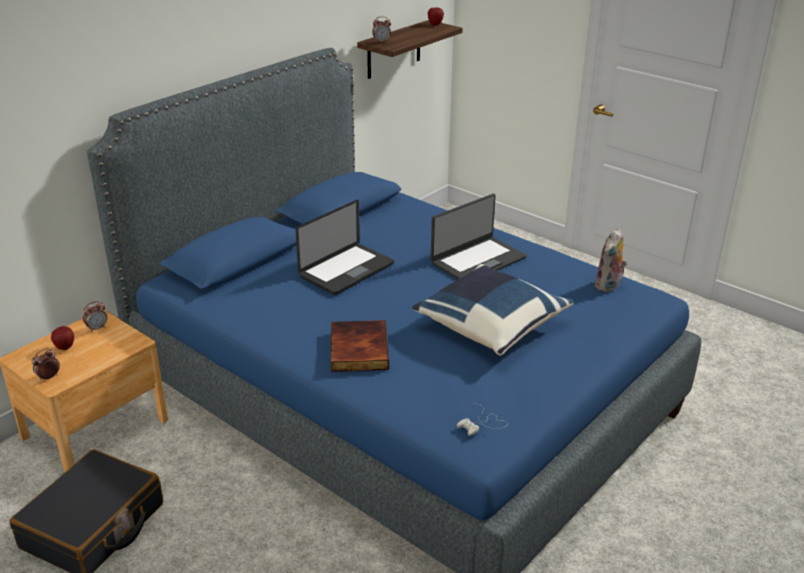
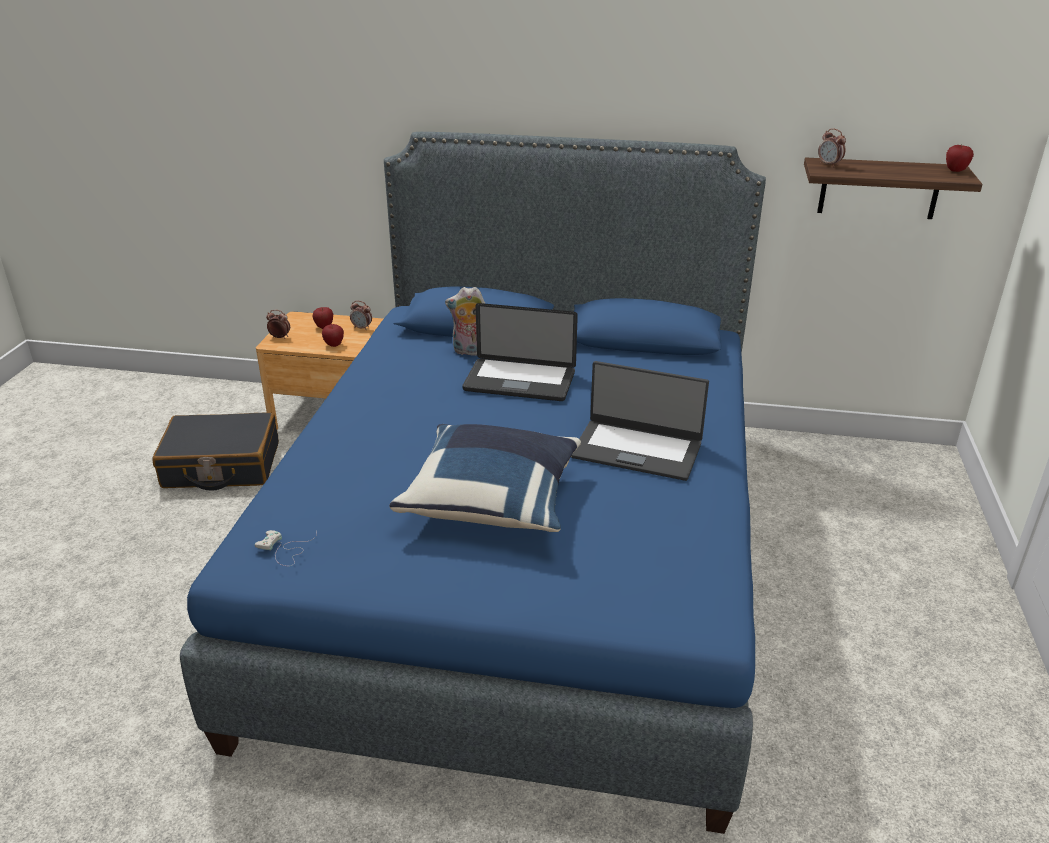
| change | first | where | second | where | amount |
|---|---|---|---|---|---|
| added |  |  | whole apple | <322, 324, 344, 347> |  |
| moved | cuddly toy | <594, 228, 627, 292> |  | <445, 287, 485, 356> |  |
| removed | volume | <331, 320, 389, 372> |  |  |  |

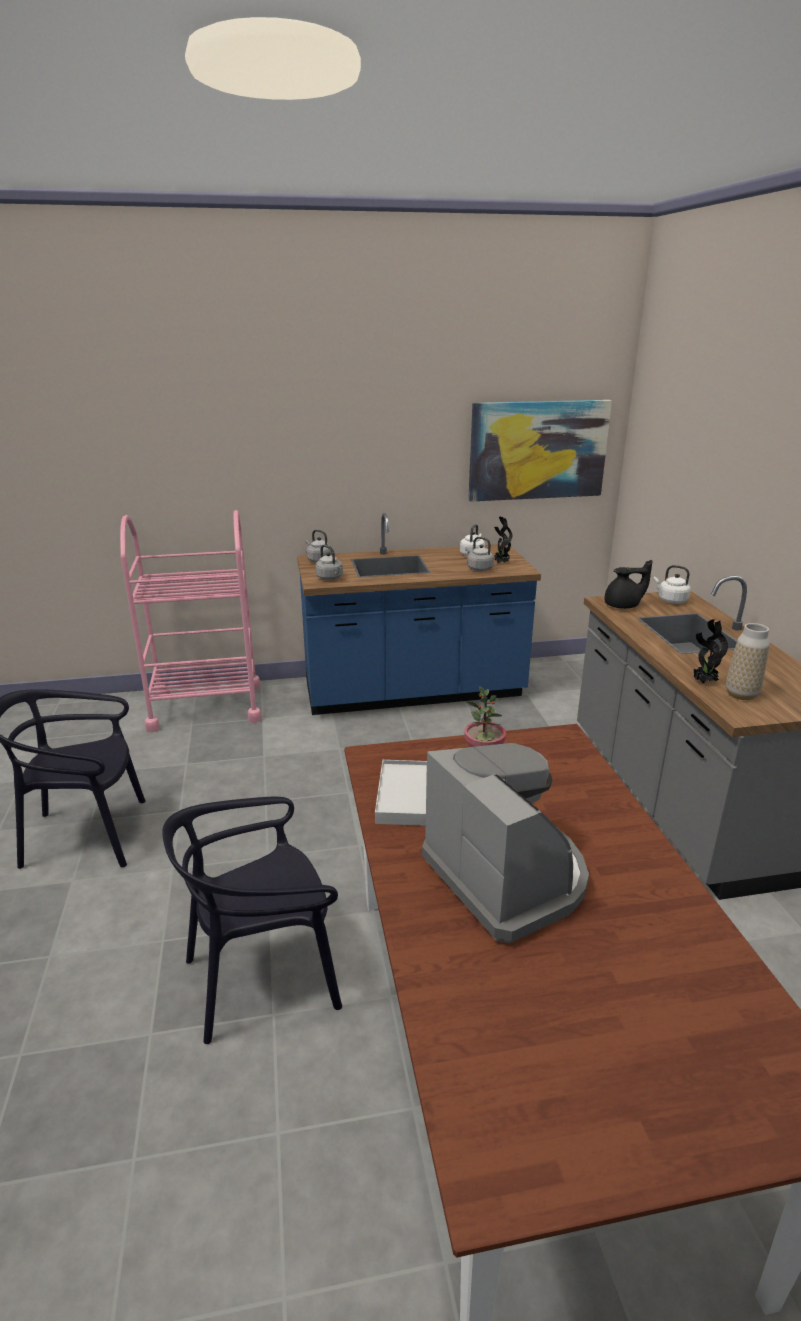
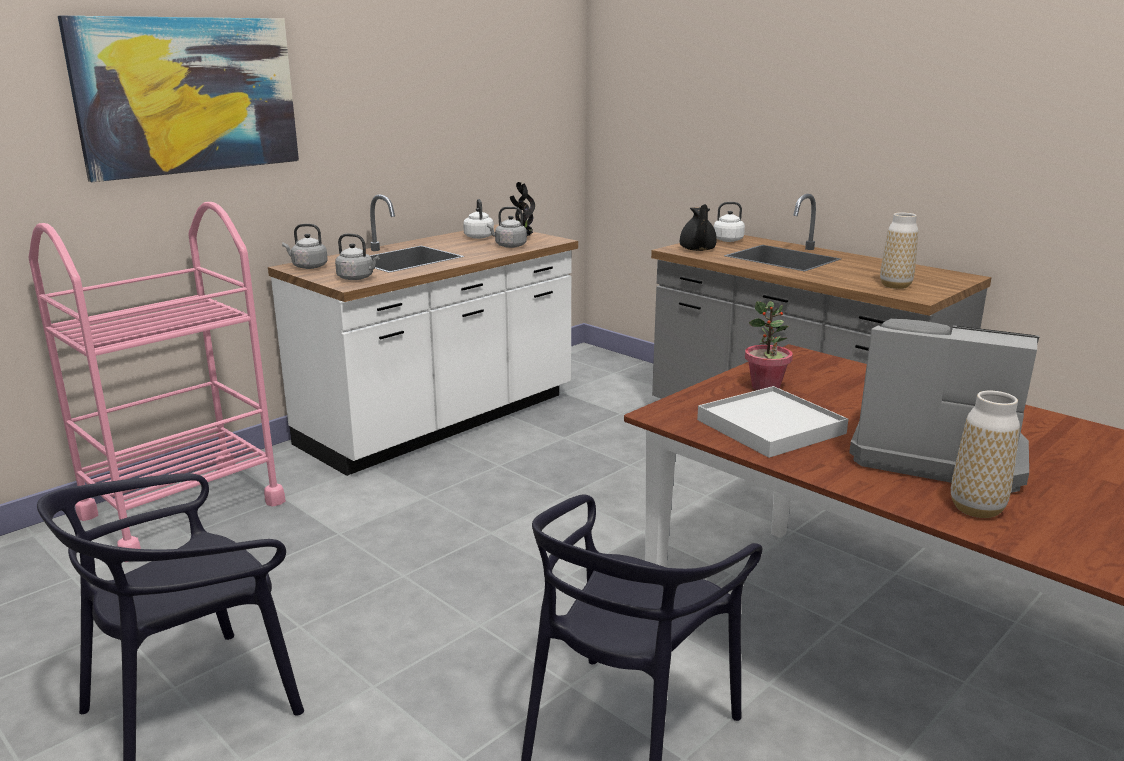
| change | first | where | second | where | amount |
|---|---|---|---|---|---|
| moved | wall picture | <468, 400, 612, 502> |  | <58, 16, 299, 182> |  |
| recoloured | blue counter | <297, 513, 541, 715> | white-coloured counter | <268, 194, 578, 476> |  |
| turned | blackish teapot | <605, 560, 652, 609> |  | <680, 204, 717, 251> | 135 degrees clockwise |
| added |  |  | decorative vase | <951, 391, 1020, 518> |  |
| removed | potted plant | <694, 619, 728, 683> |  |  |  |

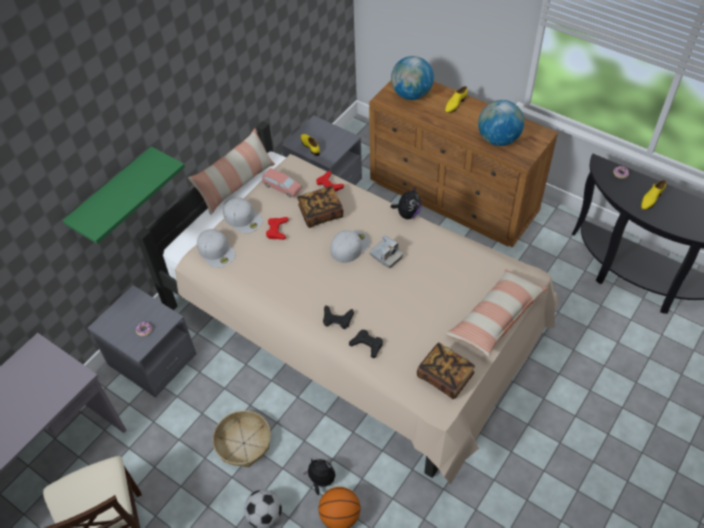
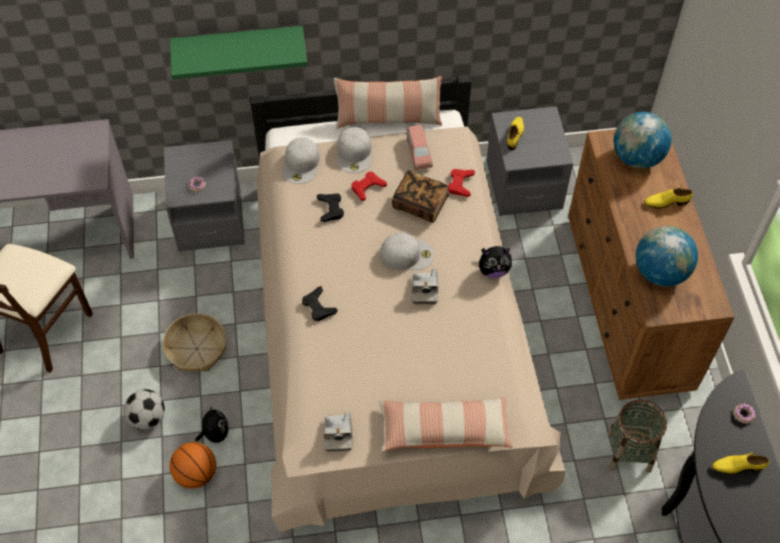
| change | first | where | second | where | amount |
|---|---|---|---|---|---|
| moved | blackish joypad | <349, 330, 383, 358> |  | <317, 194, 344, 222> |  |
| replaced | volume | <417, 342, 475, 399> | still camera | <324, 412, 353, 452> |  |
| added |  |  | storage basket | <607, 399, 667, 473> |  |

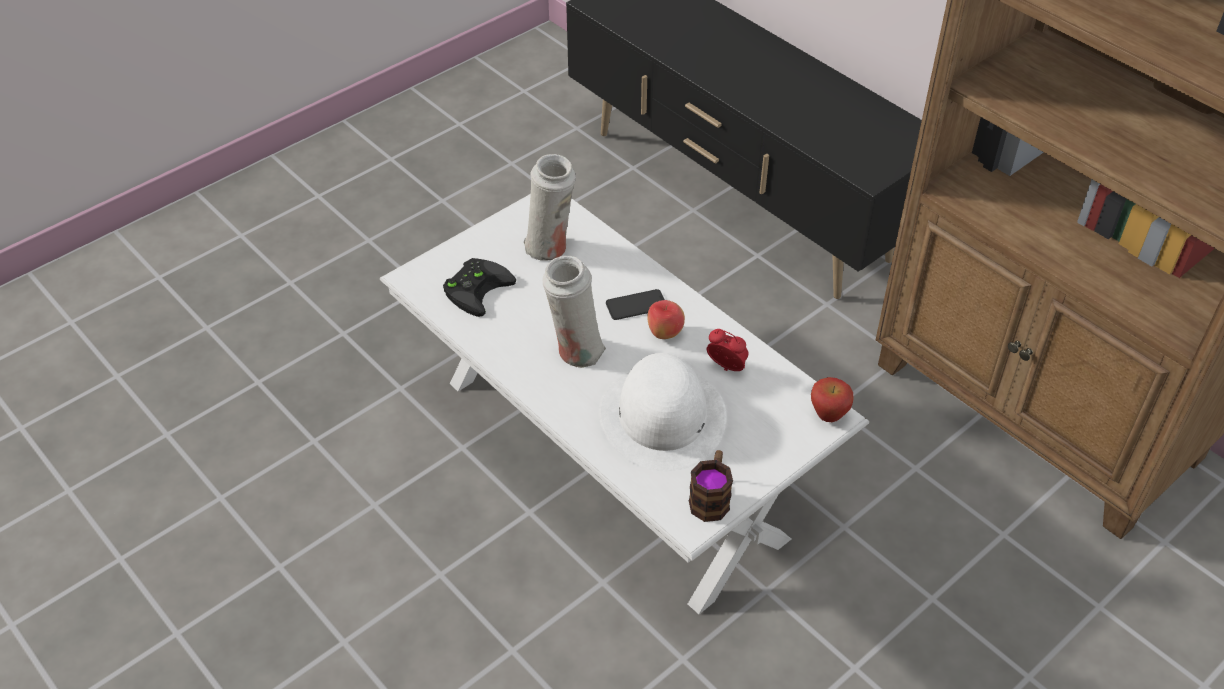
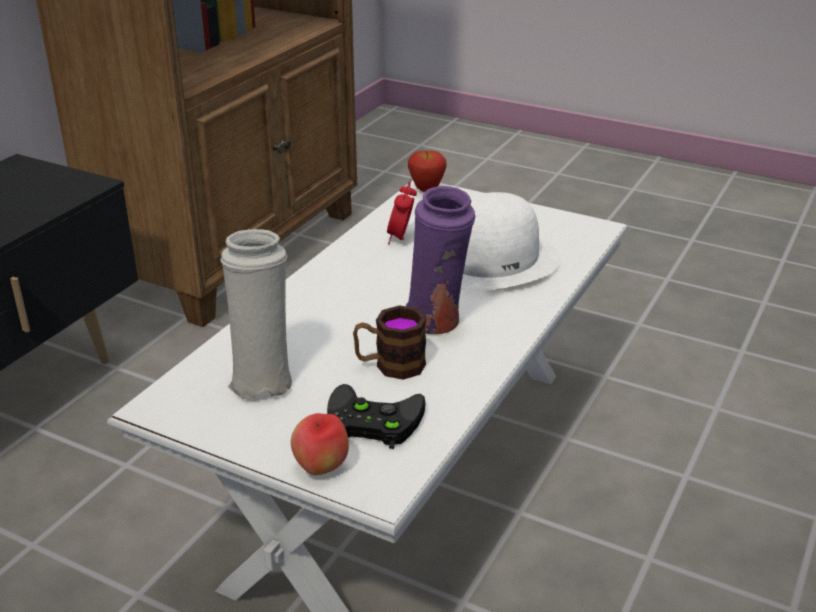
| change | first | where | second | where | amount |
|---|---|---|---|---|---|
| moved | whole apple | <647, 300, 685, 339> |  | <291, 413, 349, 475> |  |
| moved | mug | <689, 450, 733, 522> |  | <353, 305, 426, 380> |  |
| recoloured | white-coloured decorative vase | <543, 256, 606, 368> | purple-coloured decorative vase | <406, 186, 476, 334> |  |
| removed | handset | <606, 289, 665, 320> |  |  |  |

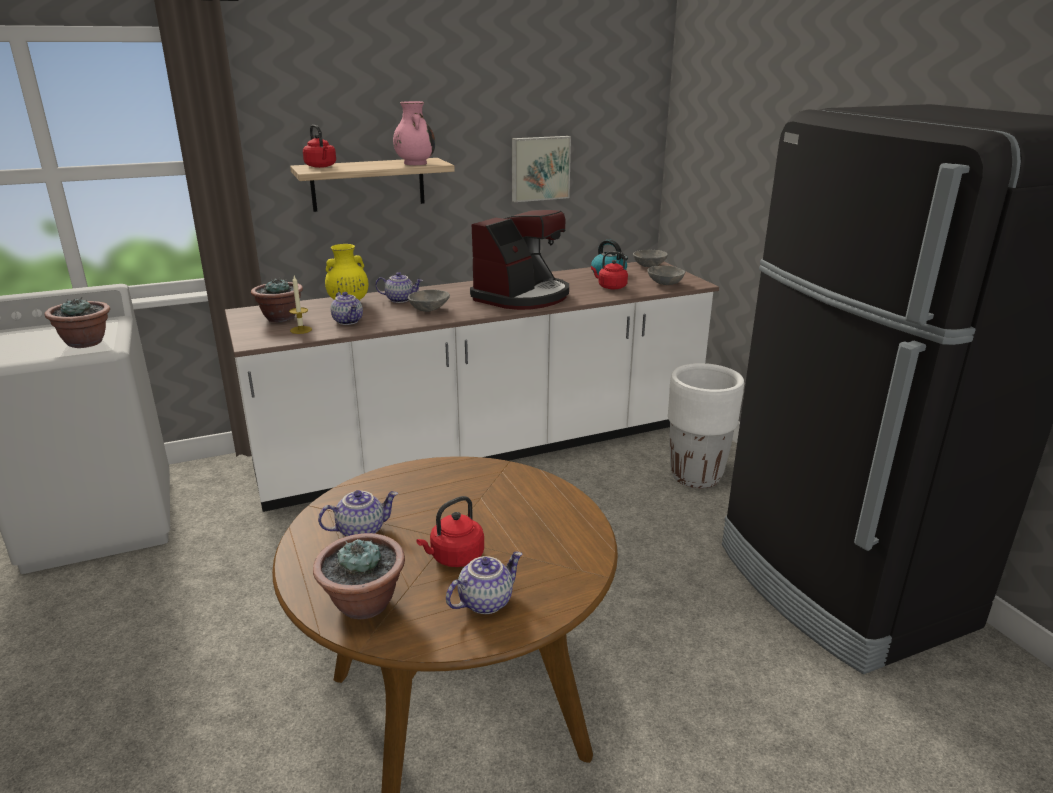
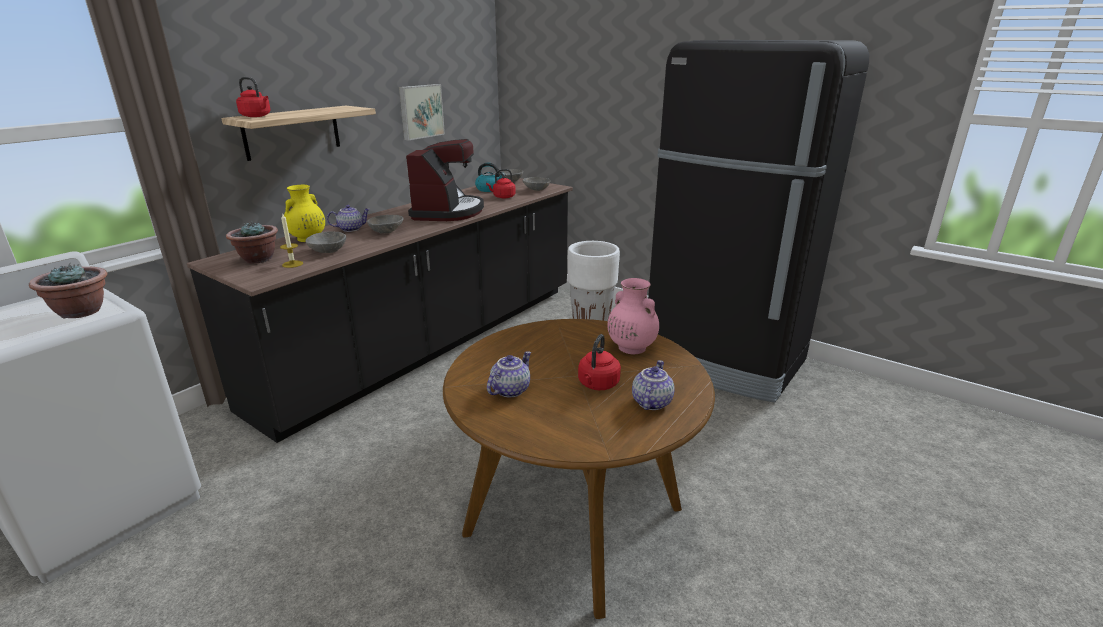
| change | first | where | second | where | amount |
|---|---|---|---|---|---|
| recoloured | white-coloured counter | <225, 261, 719, 512> | blackish counter | <187, 178, 573, 443> |  |
| replaced | teapot | <331, 292, 363, 325> | gray serving bowl | <306, 231, 346, 253> |  |
| moved | pinkish decorative vase | <393, 101, 435, 165> |  | <607, 278, 659, 354> |  |
| removed | potted plant | <313, 533, 405, 619> |  |  |  |

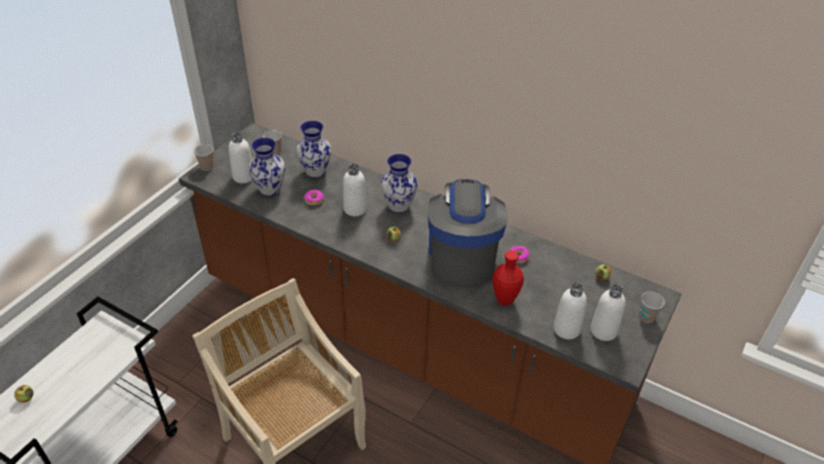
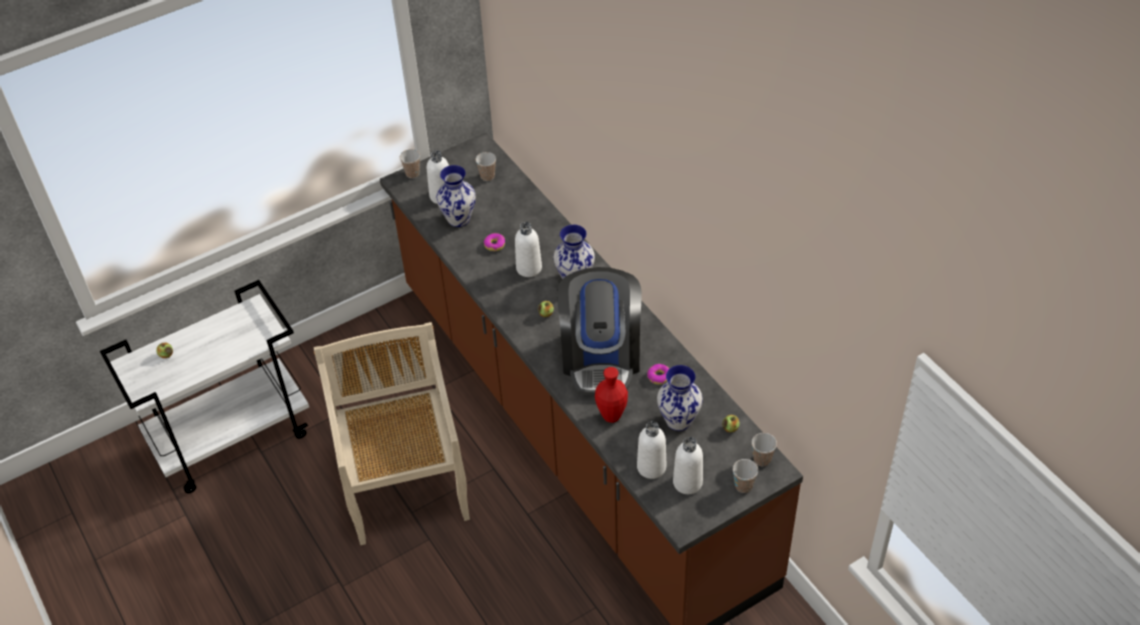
| change | first | where | second | where | amount |
|---|---|---|---|---|---|
| turned | coffee brewer | <428, 179, 508, 288> |  | <557, 267, 642, 395> | 150 degrees clockwise |
| moved | decorative vase | <296, 121, 331, 178> |  | <657, 365, 703, 431> |  |
| added |  |  | drinking cup | <752, 433, 777, 466> |  |

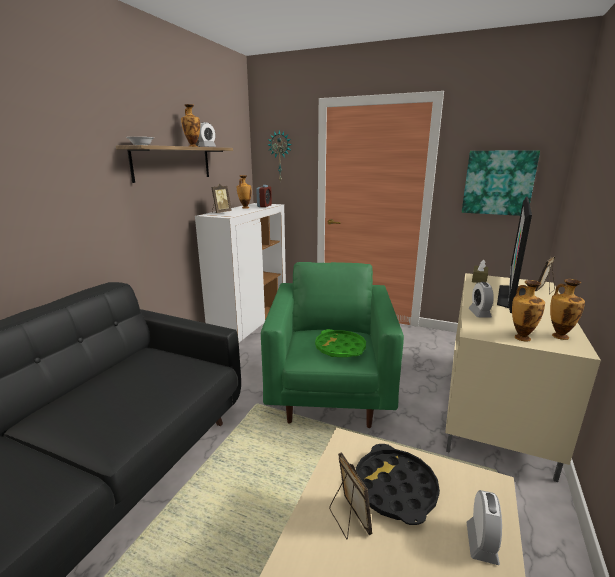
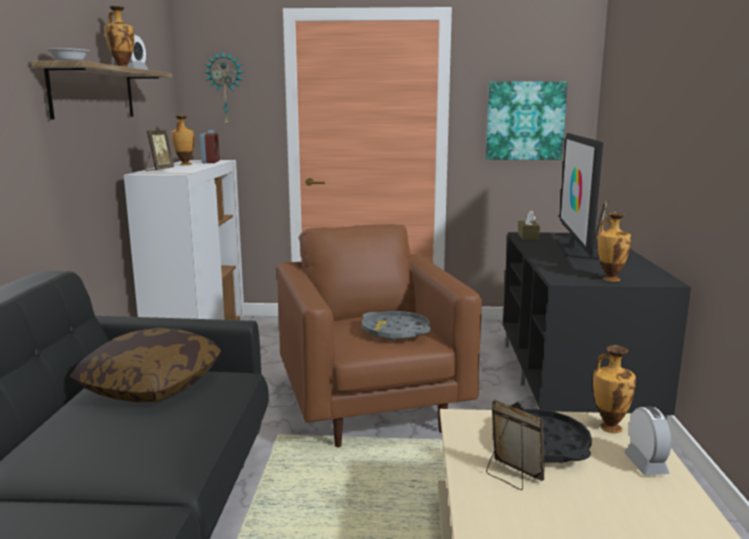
| change | first | where | second | where | amount |
|---|---|---|---|---|---|
| added |  |  | cushion | <70, 328, 221, 402> |  |
| recoloured | greenish lounge chair | <261, 262, 404, 428> | brown-coloured lounge chair | <277, 224, 482, 447> |  |
| recoloured | greenish tray | <315, 329, 366, 357> | gray tray | <362, 311, 431, 341> |  |
| recoloured | beige tv stand | <445, 273, 601, 482> | blackish tv stand | <503, 232, 691, 420> |  |
| moved | decorative vase | <550, 279, 585, 340> |  | <593, 345, 636, 433> |  |
| removed | alarm clock | <468, 282, 494, 318> |  |  |  |

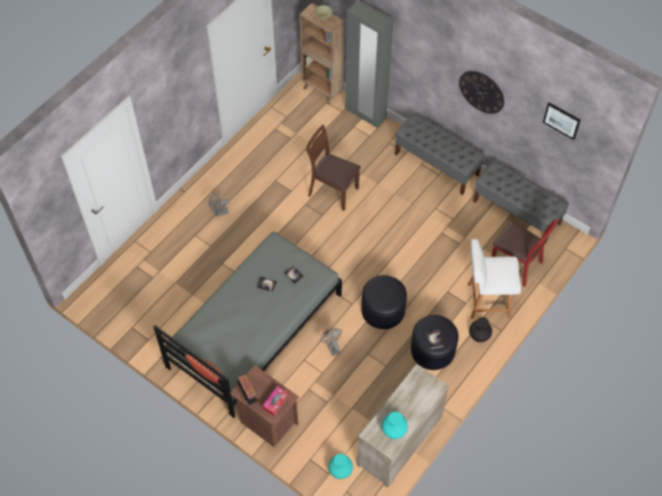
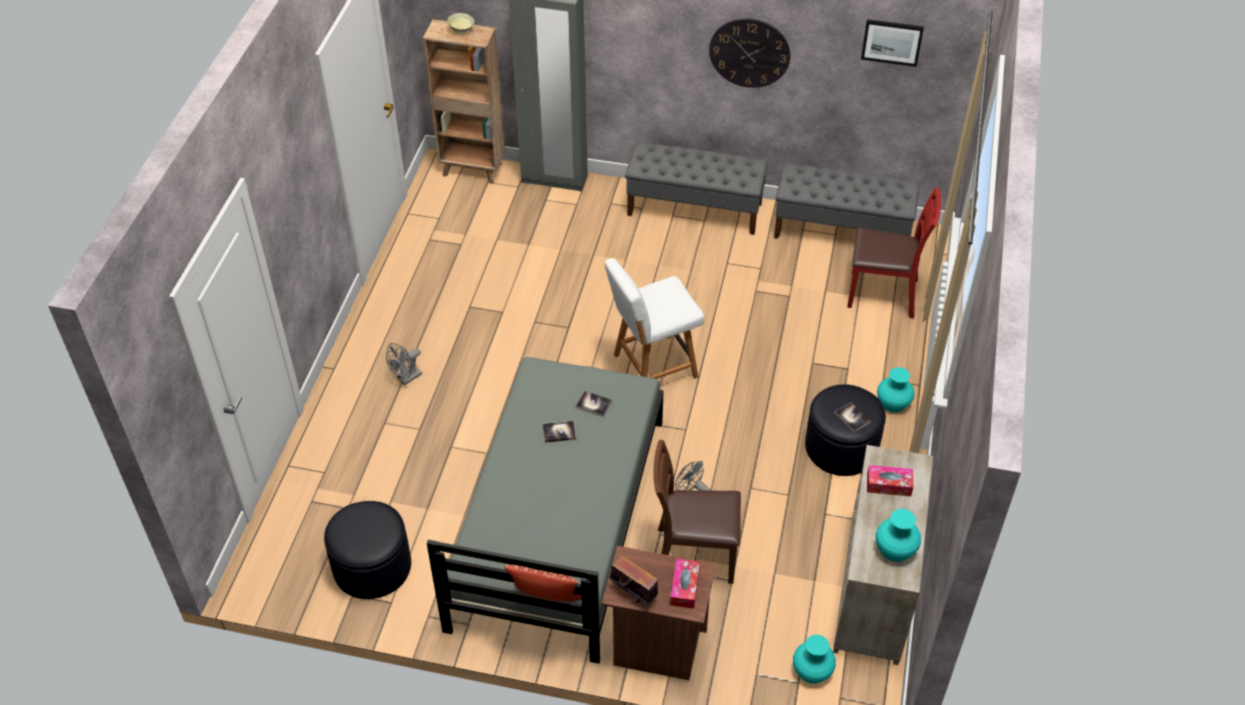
| change | first | where | second | where | amount |
|---|---|---|---|---|---|
| moved | blackish ottoman | <361, 275, 407, 329> |  | <324, 501, 411, 599> |  |
| moved | white-coloured upright chair | <468, 239, 521, 319> |  | <605, 258, 704, 379> |  |
| moved | brown-coloured upright chair | <306, 125, 361, 211> |  | <653, 440, 741, 584> |  |
| added |  |  | box of tissues | <867, 465, 913, 496> |  |
| recoloured | blackish decorative vase | <469, 317, 492, 342> | turquoise-coloured decorative vase | <877, 367, 915, 413> |  |

